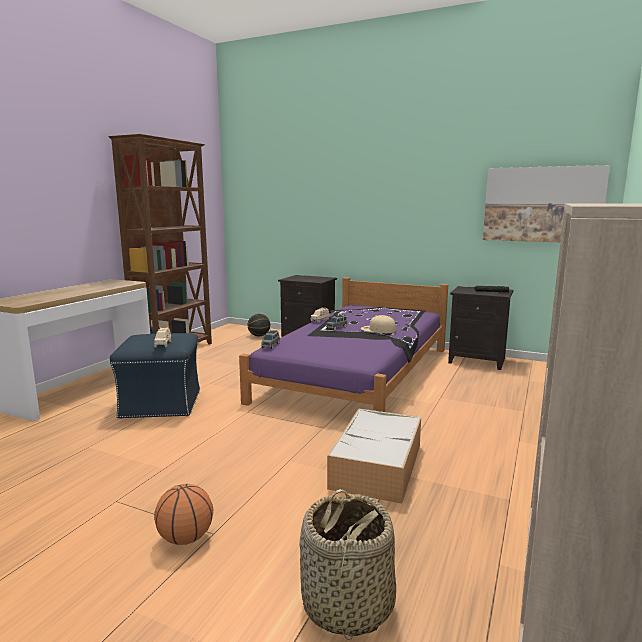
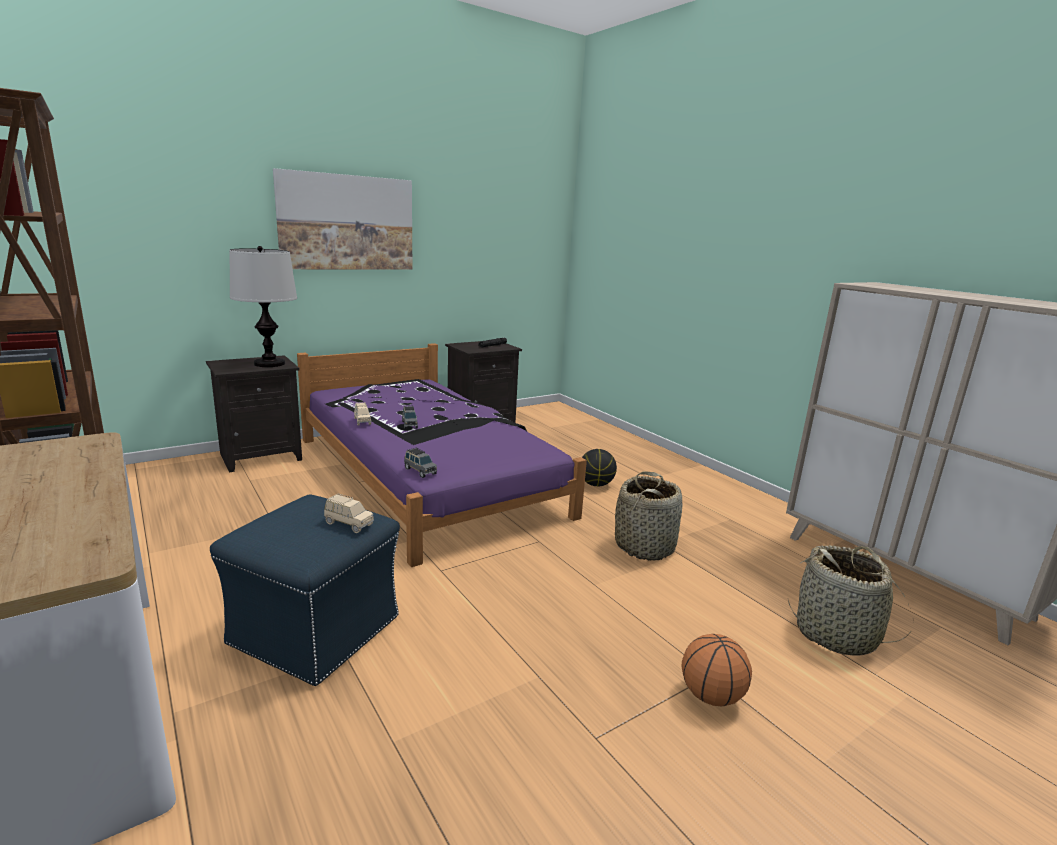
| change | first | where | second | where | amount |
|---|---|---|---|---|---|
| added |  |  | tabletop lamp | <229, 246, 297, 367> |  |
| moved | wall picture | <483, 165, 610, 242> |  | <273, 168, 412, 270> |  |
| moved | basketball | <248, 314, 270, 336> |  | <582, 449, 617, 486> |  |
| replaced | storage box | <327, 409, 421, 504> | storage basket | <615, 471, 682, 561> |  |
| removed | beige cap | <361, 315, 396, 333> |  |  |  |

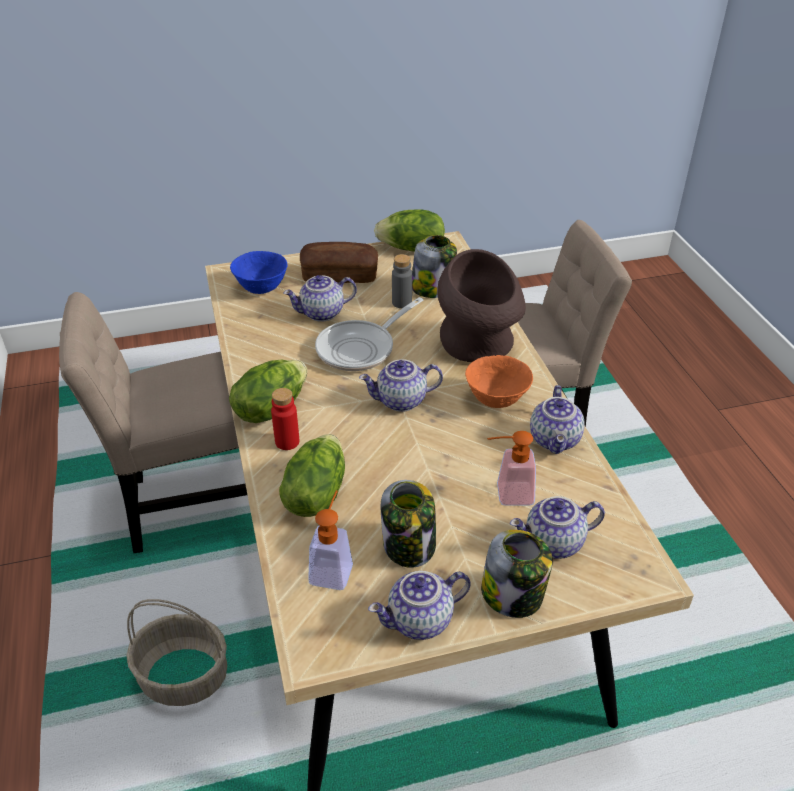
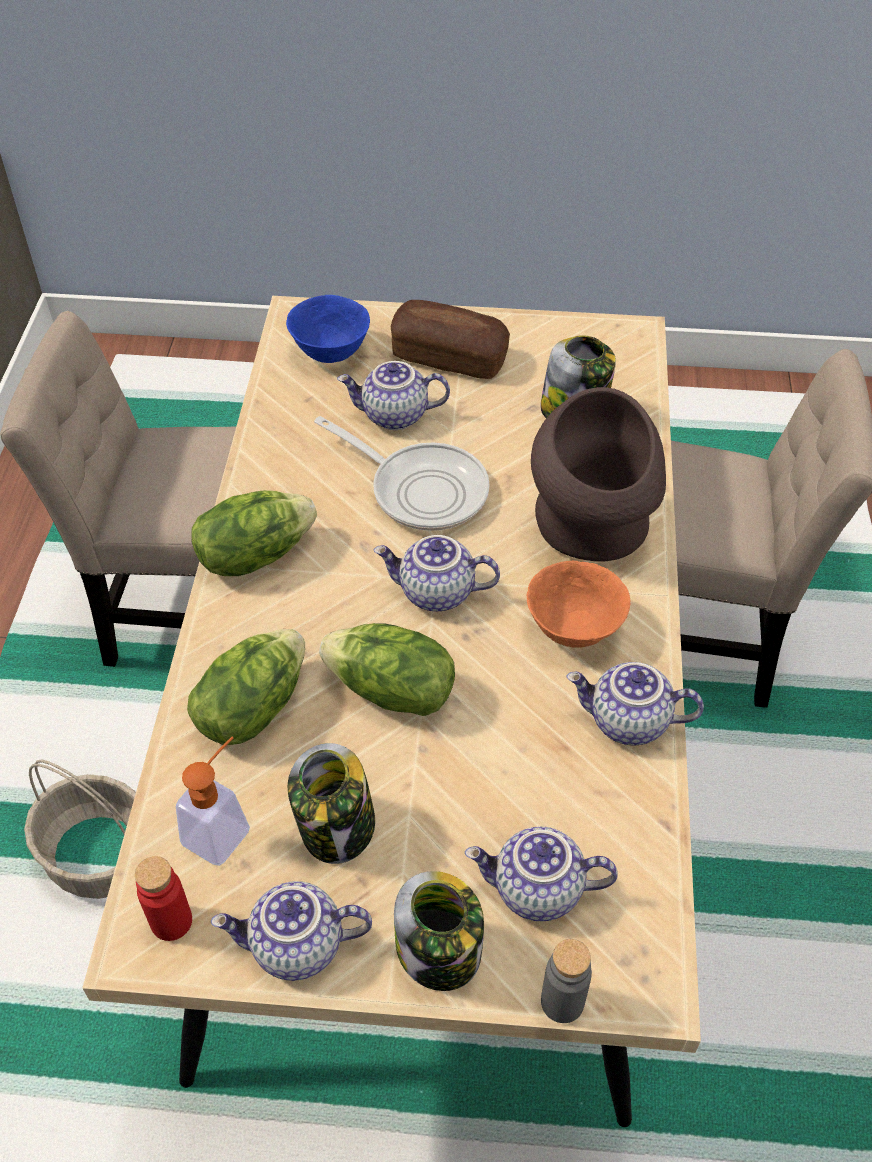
| change | first | where | second | where | amount |
|---|---|---|---|---|---|
| moved | reddish drink bottle | <271, 388, 299, 450> |  | <135, 856, 192, 941> |  |
| turned | pan | <315, 297, 424, 371> |  | <314, 416, 490, 531> | 120 degrees counterclockwise |
| moved | lettuce head | <374, 209, 445, 252> |  | <319, 623, 455, 716> |  |
| moved | gray drink bottle | <392, 254, 412, 308> |  | <541, 939, 592, 1023> |  |
| turned | teapot | <530, 385, 585, 454> |  | <566, 662, 704, 745> | 75 degrees clockwise |
| removed | soap bottle | <487, 431, 536, 506> |  |  |  |

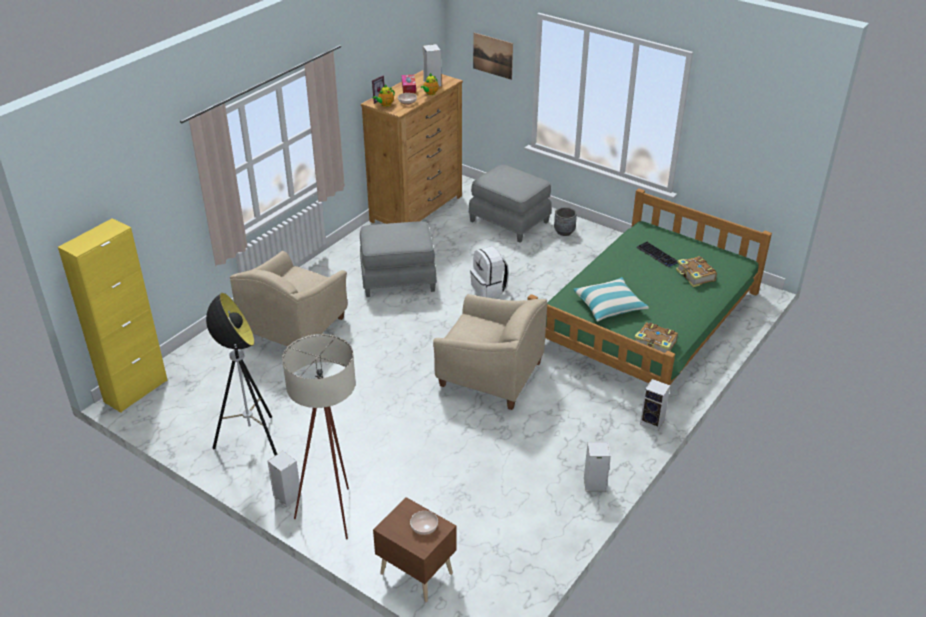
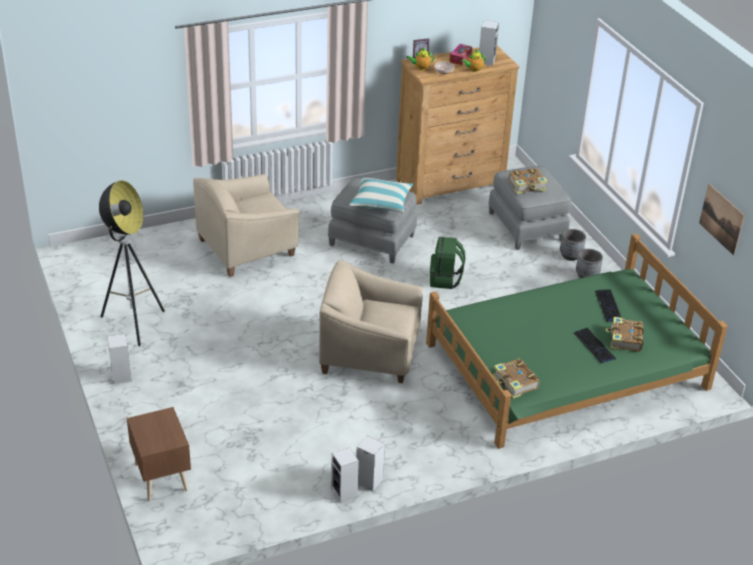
| change | first | where | second | where | amount |
|---|---|---|---|---|---|
| turned | beige lounge chair | <433, 294, 547, 410> |  | <319, 260, 423, 383> | 135 degrees clockwise |
| moved | loudspeaker | <640, 379, 670, 431> |  | <331, 447, 359, 503> |  |
| moved | cushion | <573, 277, 649, 322> |  | <349, 177, 413, 213> |  |
| recoloured | white-coloured knapsack | <470, 246, 509, 298> | greenish knapsack | <430, 237, 465, 289> |  |
| added |  |  | volume | <509, 168, 548, 194> |  |
| added |  |  | computer keyboard | <574, 328, 616, 363> |  |
| added |  |  | gray flower pot | <576, 249, 603, 278> |  |
| moved | wall picture | <473, 33, 513, 80> |  | <699, 184, 745, 256> |  |
| removed | yellow-coloured storage cabinet | <58, 218, 168, 413> |  |  |  |
| removed | beige standard lamp | <282, 334, 356, 539> |  |  |  |
| removed | serving bowl | <410, 511, 438, 535> |  |  |  |

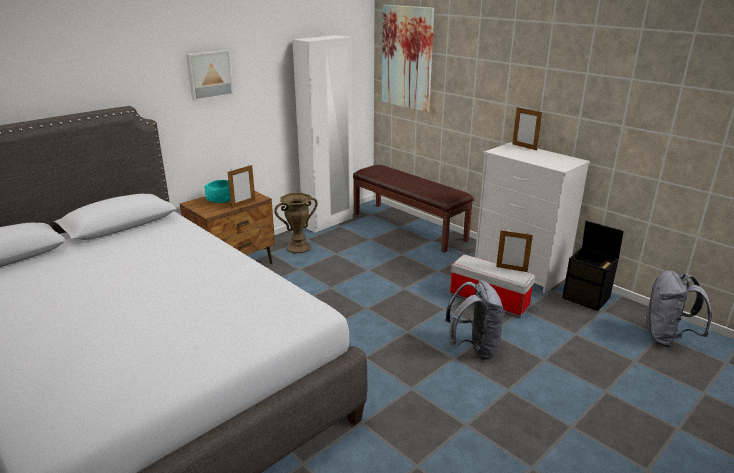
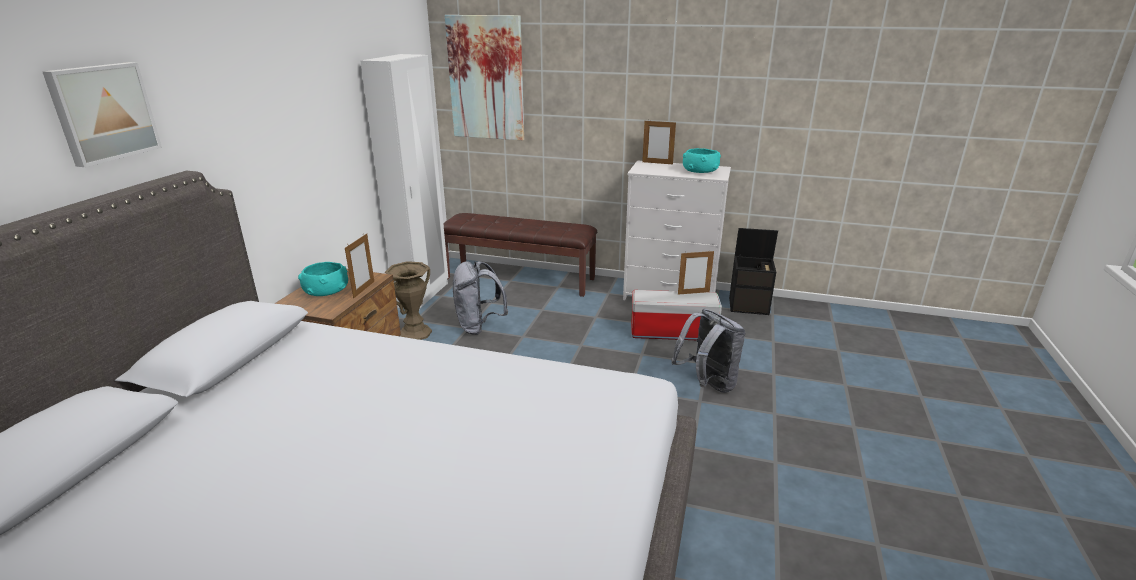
| change | first | where | second | where | amount |
|---|---|---|---|---|---|
| moved | wall picture | <186, 50, 234, 101> |  | <42, 62, 162, 167> |  |
| moved | gray knapsack | <645, 270, 712, 347> |  | <453, 261, 508, 335> |  |
| added |  |  | turquoise-coloured serving bowl | <683, 148, 721, 173> |  |

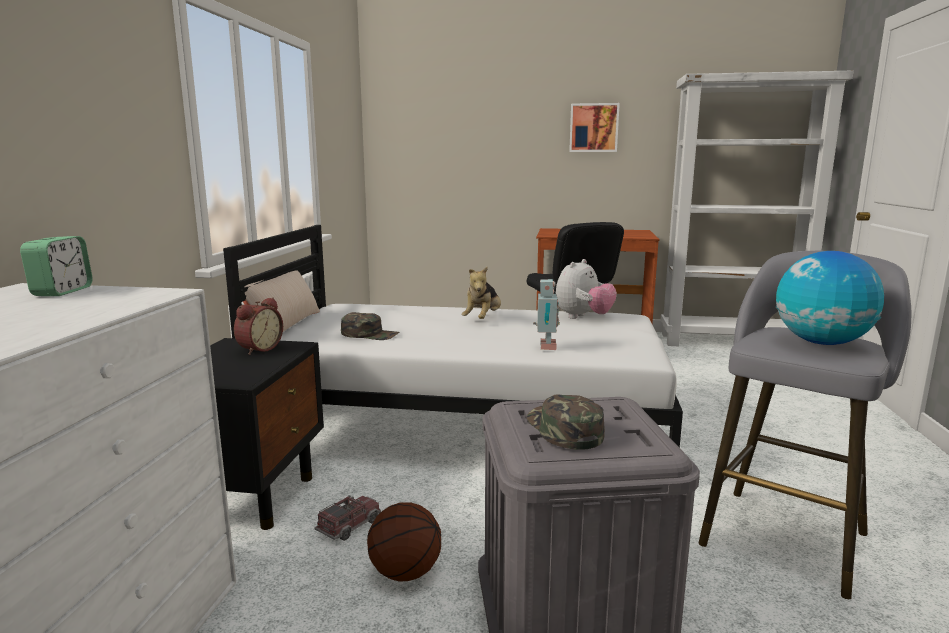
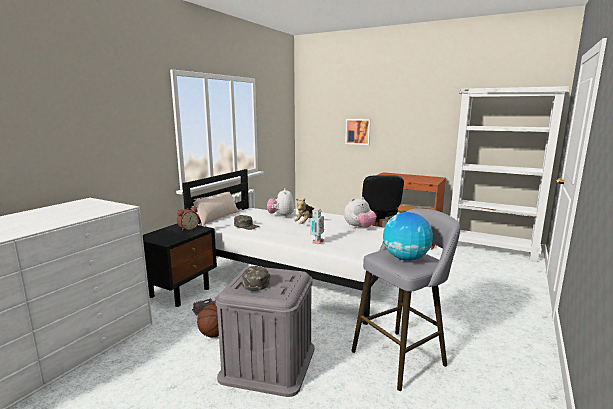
| change | first | where | second | where | amount |
|---|---|---|---|---|---|
| added |  |  | cuddly toy | <267, 188, 294, 218> |  |
| moved | wall picture | <569, 103, 620, 152> |  | <345, 119, 371, 145> |  |
| removed | alarm clock | <20, 236, 93, 296> |  |  |  |

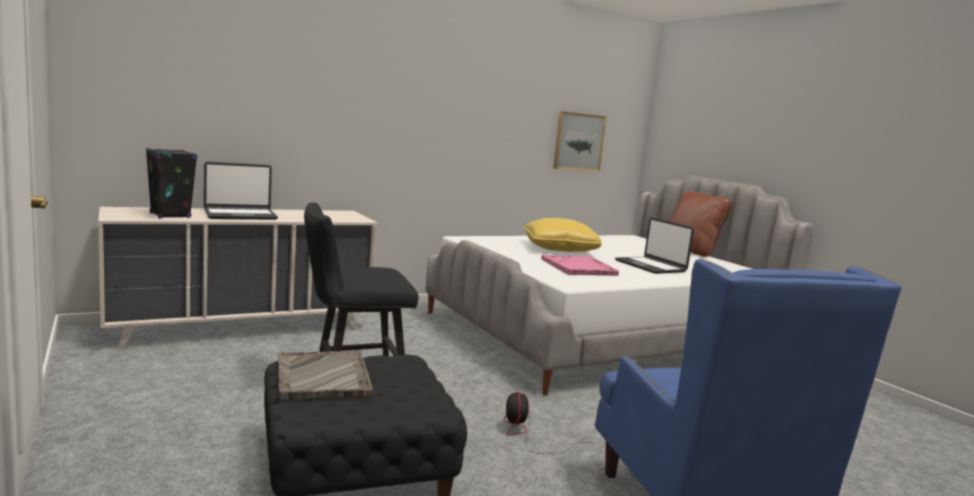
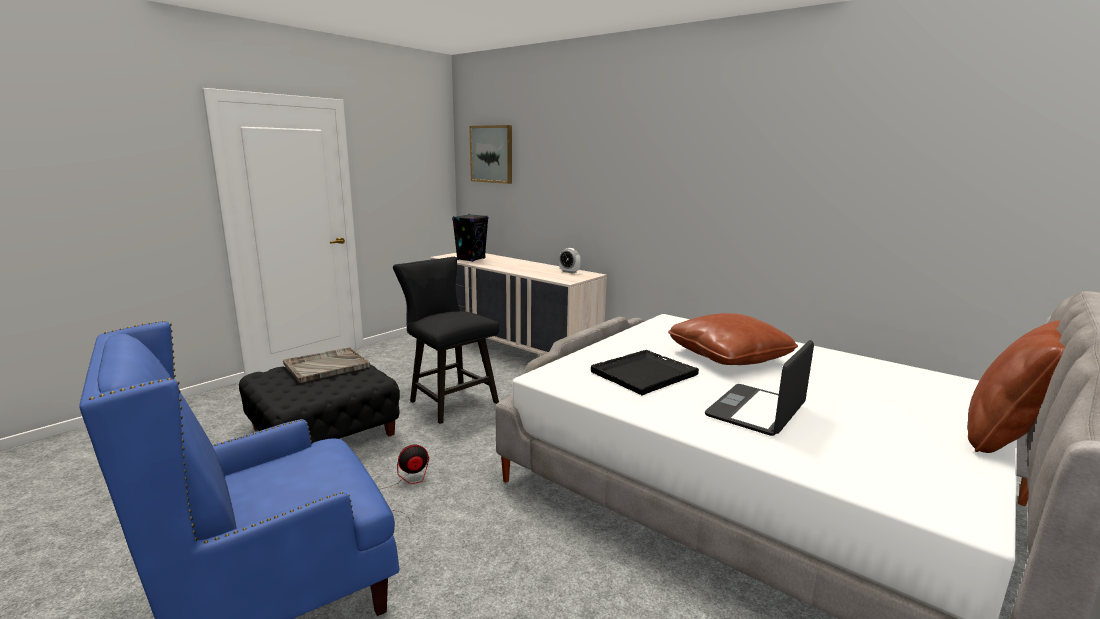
| change | first | where | second | where | amount |
|---|---|---|---|---|---|
| moved | wall picture | <553, 111, 607, 172> |  | <469, 125, 512, 184> |  |
| added |  |  | alarm clock | <559, 248, 581, 274> |  |
| recoloured | pinkish tray | <541, 255, 619, 276> | blackish tray | <591, 350, 699, 395> |  |
| recoloured | yellow-coloured cushion | <524, 218, 602, 252> | brown-coloured cushion | <668, 313, 798, 365> |  |
| removed | notebook computer | <204, 162, 278, 220> |  |  |  |

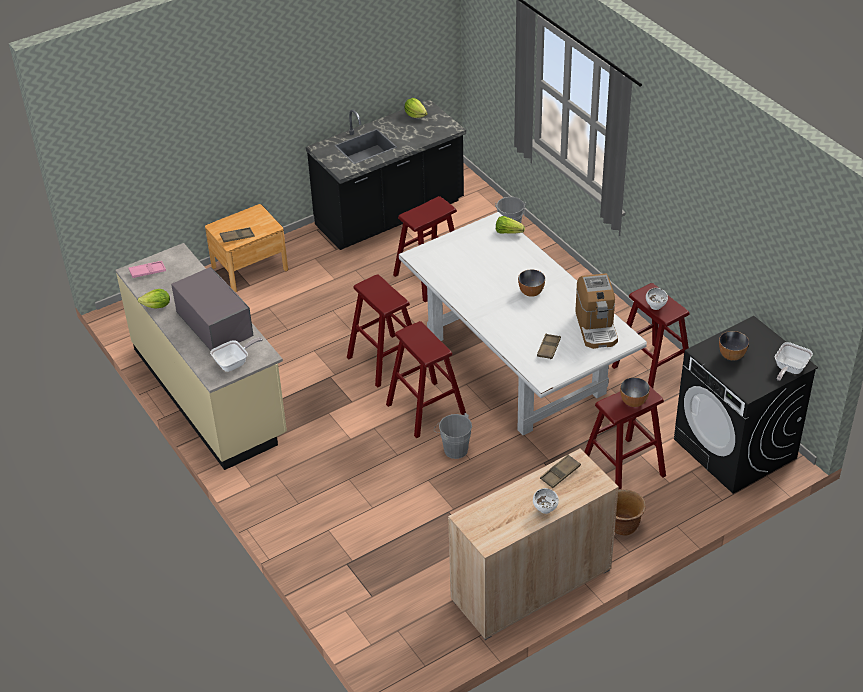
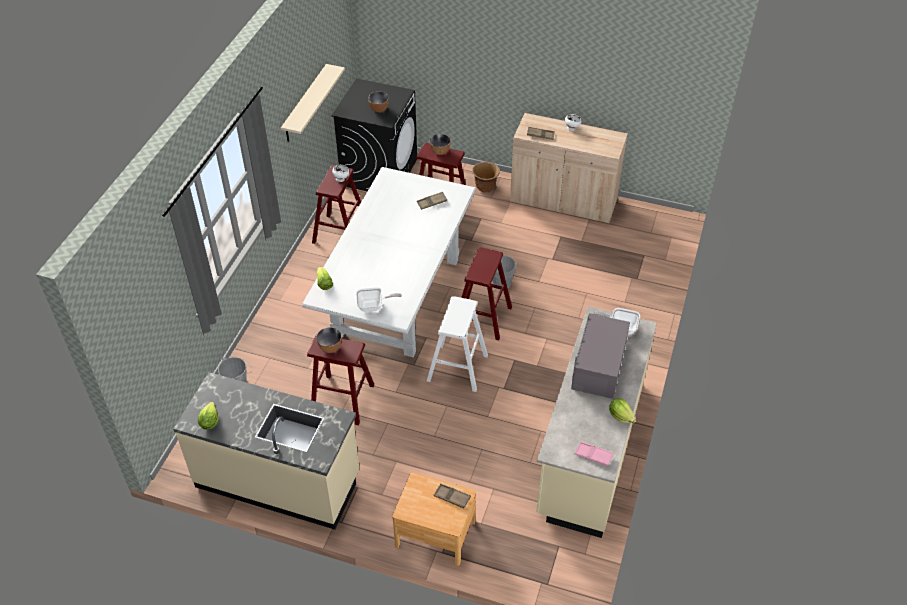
| change | first | where | second | where | amount |
|---|---|---|---|---|---|
| recoloured | blackish counter | <306, 100, 466, 250> | beige counter | <173, 372, 359, 529> |  |
| added |  |  | beige wall shelf | <281, 64, 345, 142> |  |
| moved | serving bowl | <518, 269, 545, 297> |  | <316, 327, 342, 353> |  |
| moved | pan | <775, 342, 813, 381> |  | <356, 287, 402, 312> |  |
| recoloured | reddish sitting stool | <347, 275, 412, 388> | white-coloured sitting stool | <427, 296, 488, 392> |  |
| removed | coffee brewer | <575, 273, 618, 349> |  |  |  |

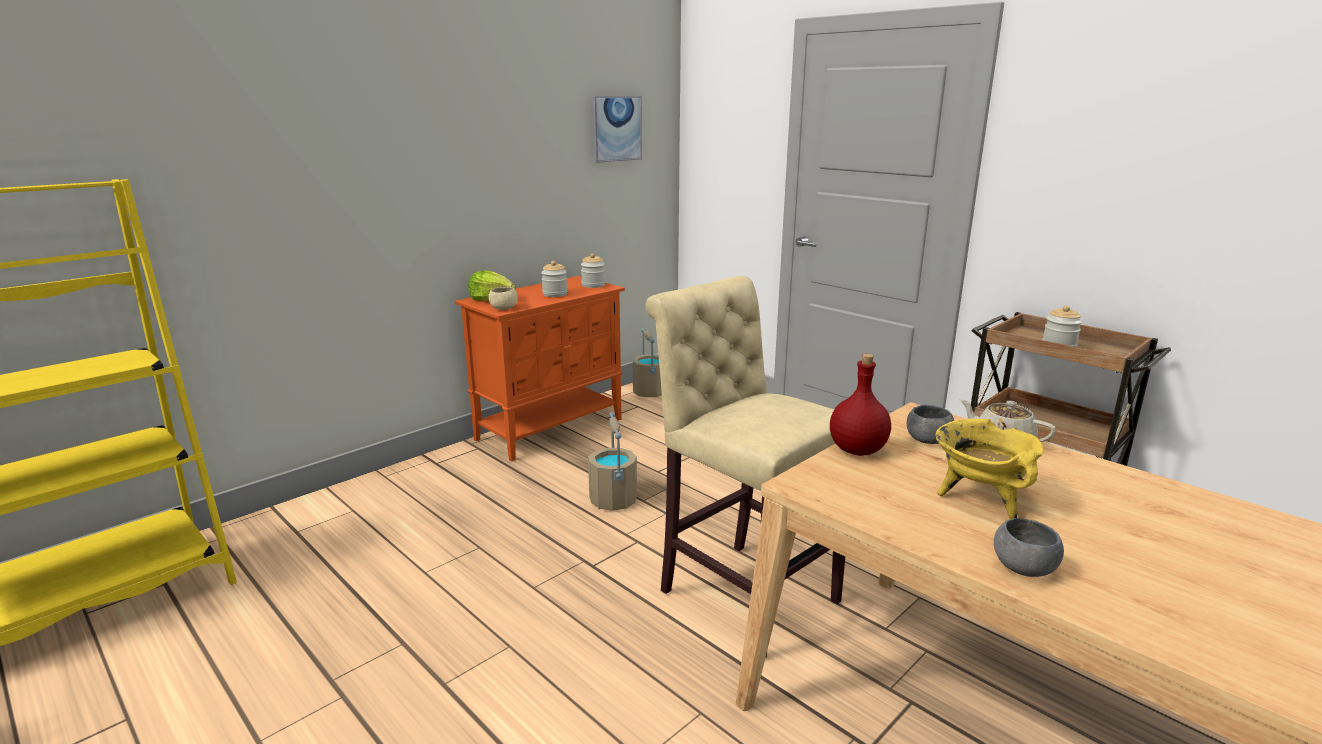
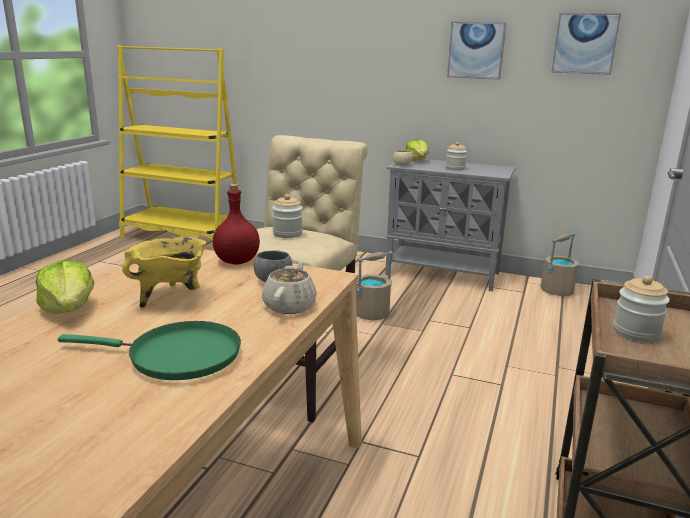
| change | first | where | second | where | amount |
|---|---|---|---|---|---|
| replaced | gray serving bowl | <994, 518, 1064, 577> | lettuce head | <36, 260, 94, 314> |  |
| added |  |  | greenish pan | <58, 321, 241, 380> |  |
| moved | storage jar | <581, 253, 605, 288> |  | <272, 194, 303, 238> |  |
| recoloured | orangey storage cabinet | <455, 276, 625, 461> | gray storage cabinet | <385, 159, 516, 291> |  |
| added |  |  | wall picture | <447, 22, 506, 80> |  |

